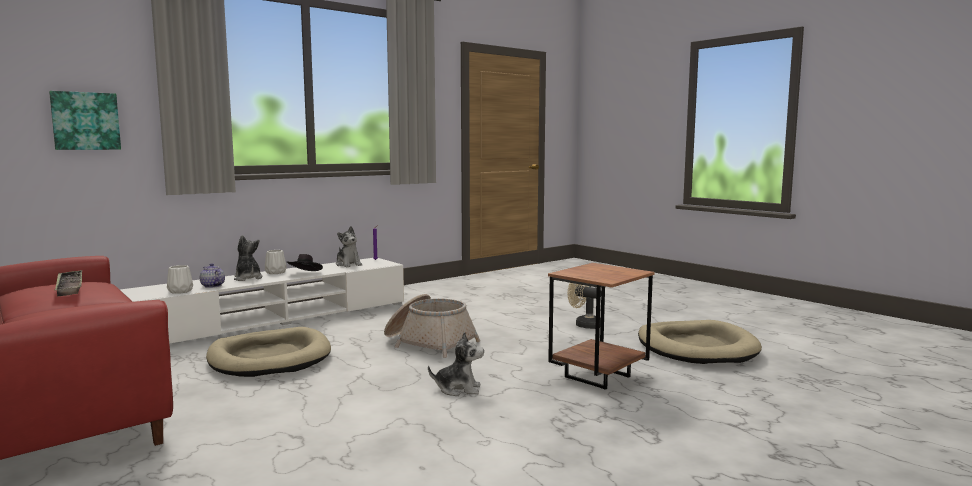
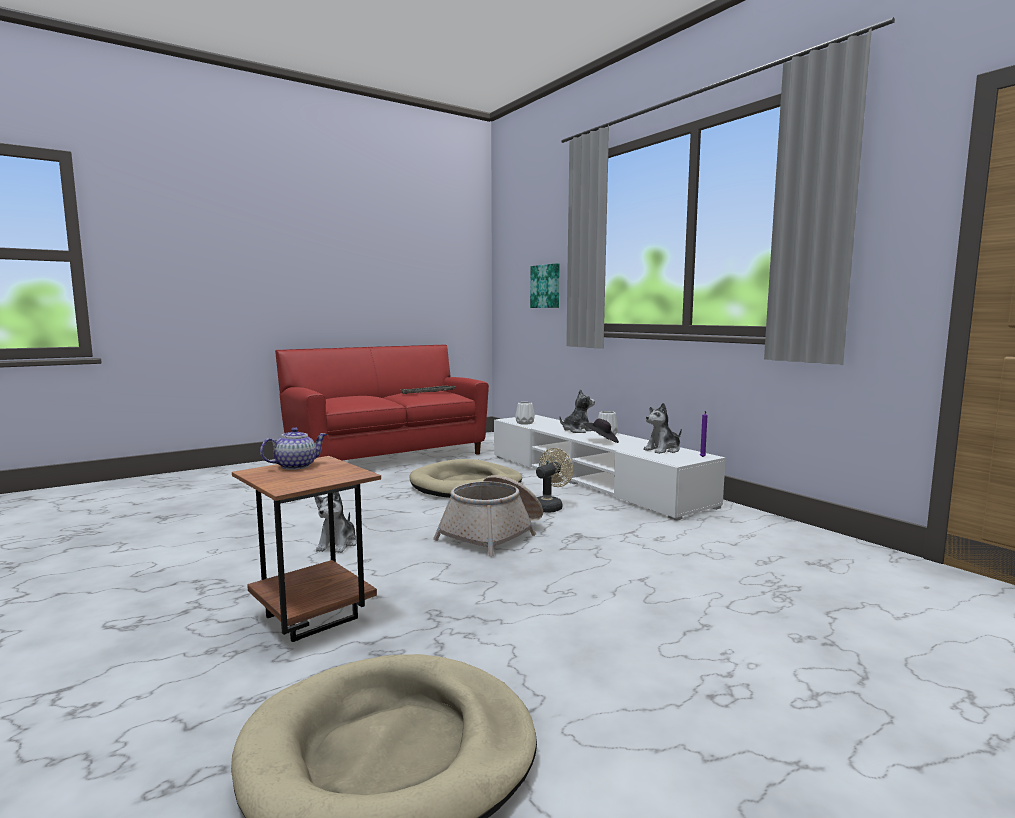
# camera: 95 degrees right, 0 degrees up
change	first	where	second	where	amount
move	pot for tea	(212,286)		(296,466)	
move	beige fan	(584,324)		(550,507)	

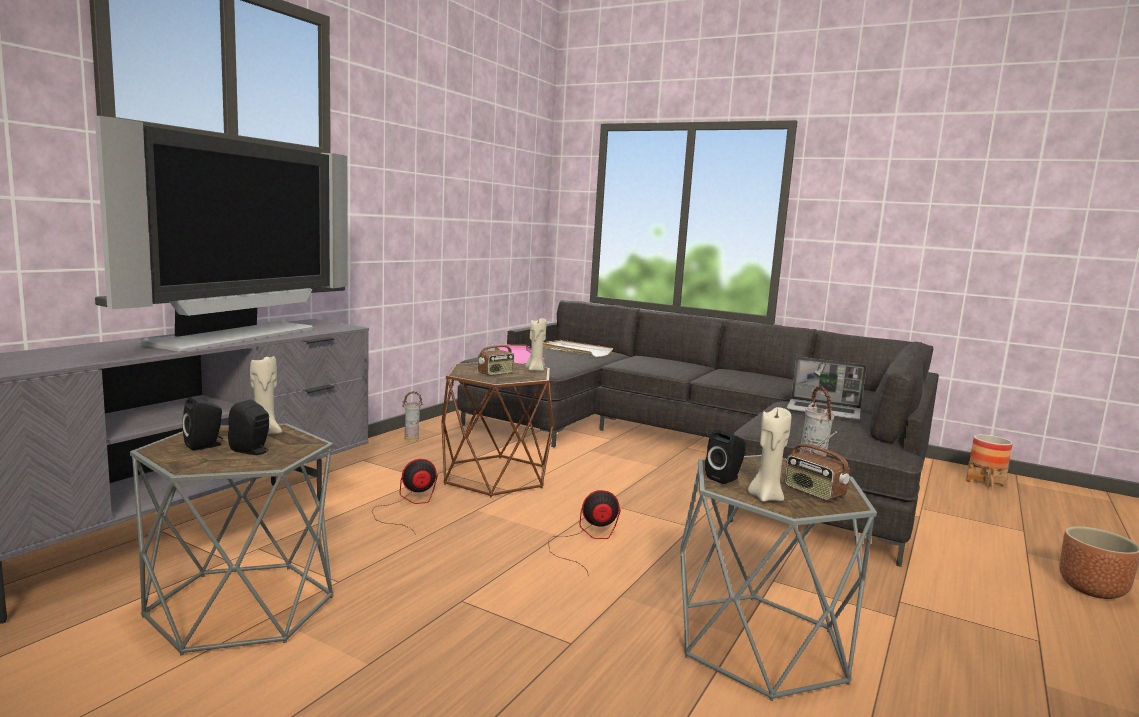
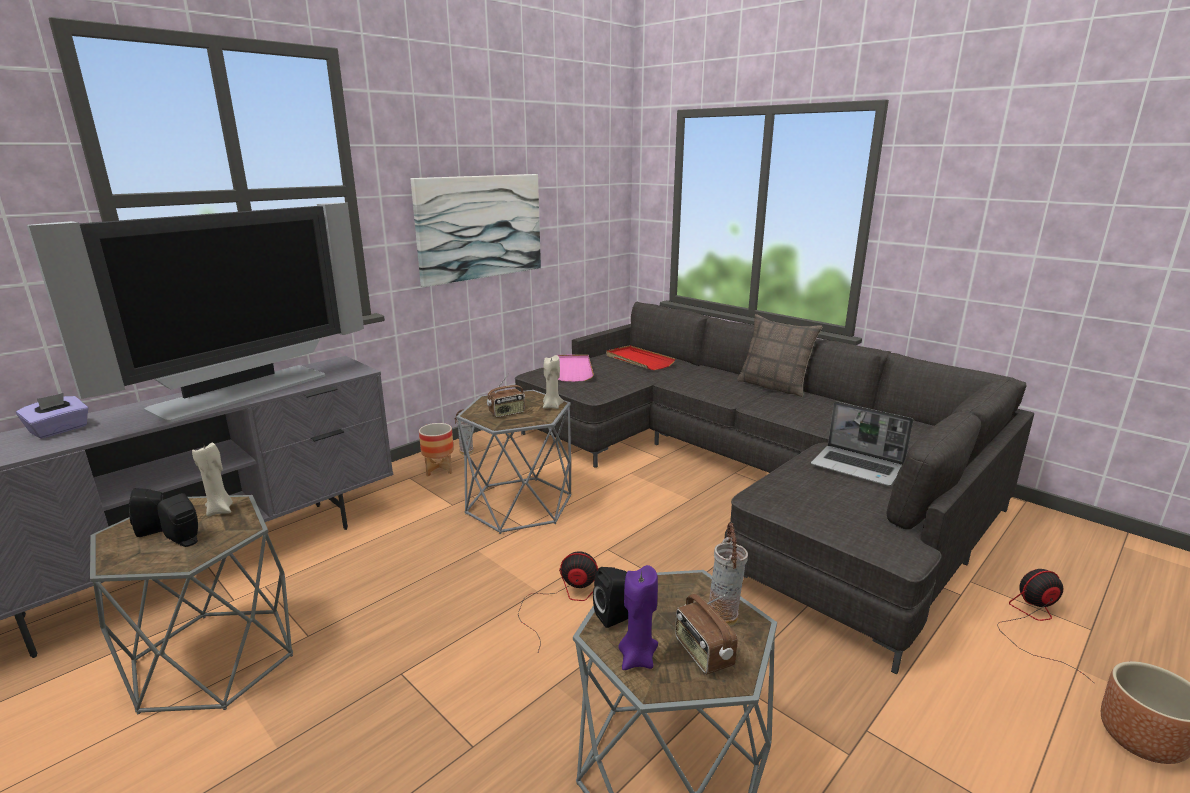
# camera: 15 degrees right, 10 degrees up
change	first	where	second	where	amount
move	fan	(409,505)		(1033,622)	
recolor	brown end table	(496,476)	greyish end table	(519,505)	
recolor	white-coloured tray	(575,351)	reddish tray	(638,360)	
recolor	beige candle	(765,497)	purple-coloured candle	(637,658)	
move	flower pot	(985,484)		(439,469)	
insert			purple-coloured tissue box	(60,430)	
insert			wall art	(480,227)	
insert			cushion	(774,386)	

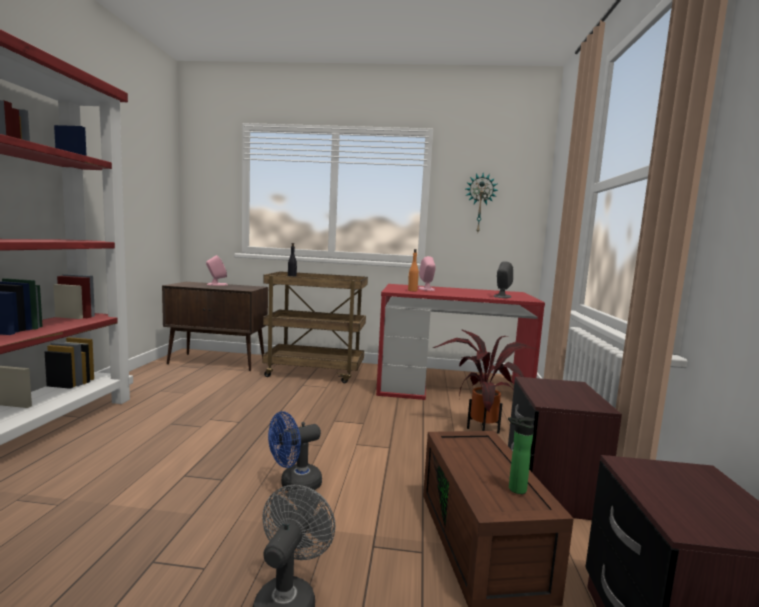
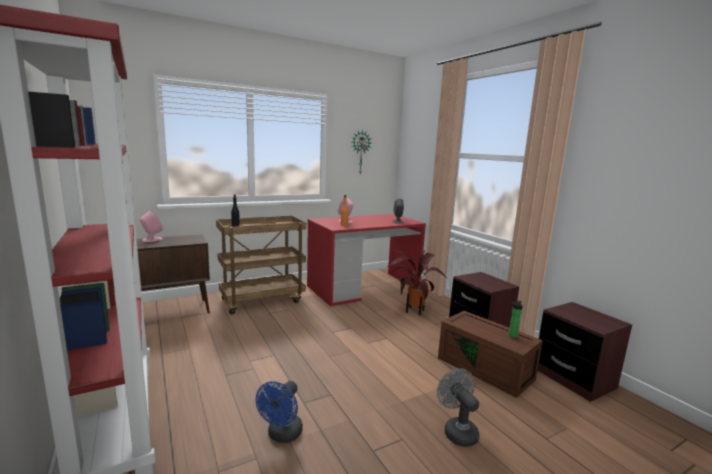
# camera: 35 degrees left, 5 degrees up
change	first	where	second	where	amount
move	blue-coloured fan	(294,485)		(282,435)	

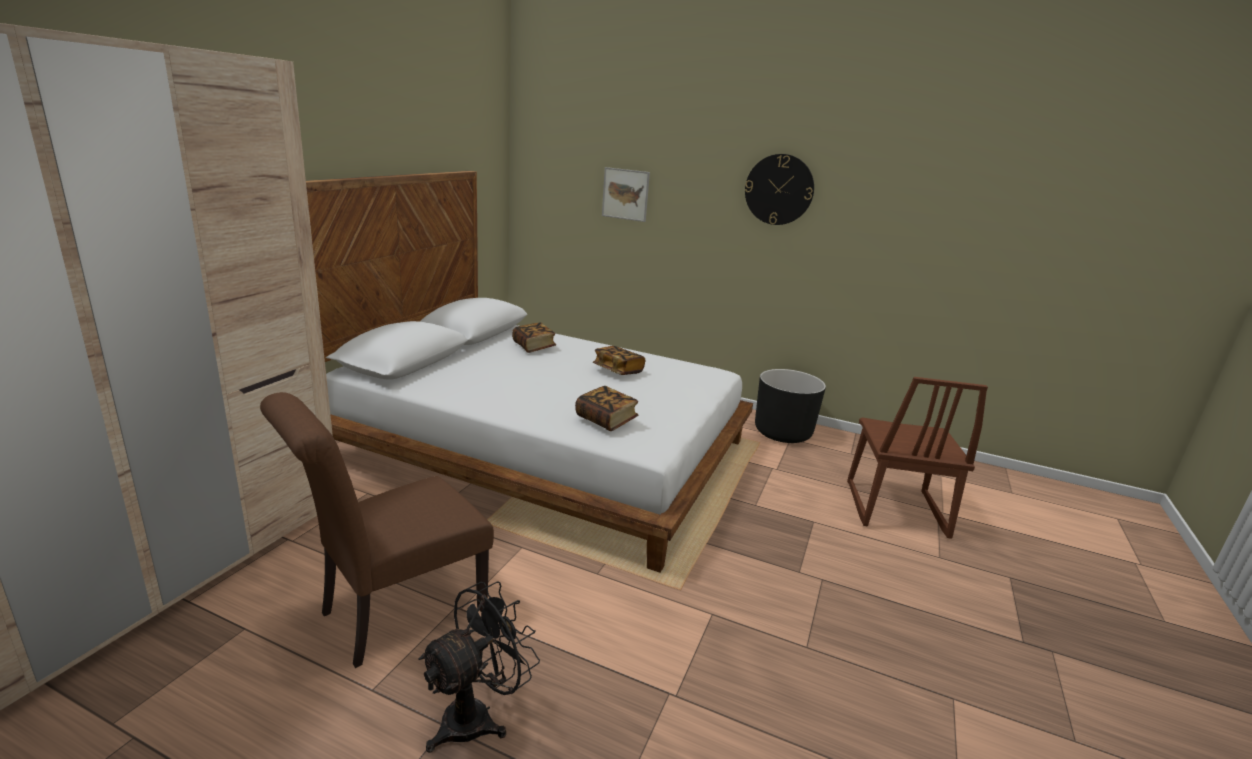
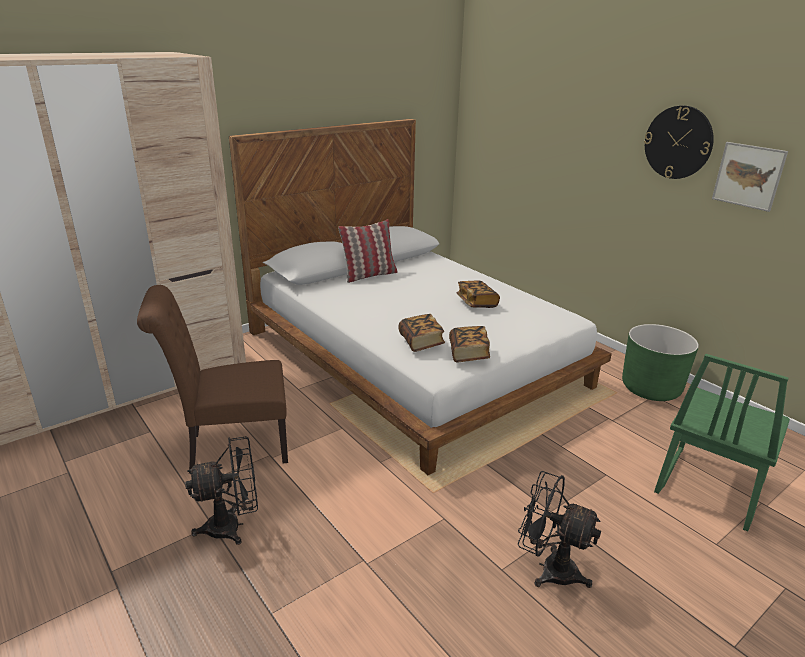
# camera: 30 degrees right, 5 degrees up
change	first	where	second	where	amount
move	book	(534,347)		(468,353)	
move	wall art	(625,194)		(748,176)	
recolor	blackish flower pot	(782,432)	green-coloured flower pot	(651,388)	
recolor	brown chair	(894,509)	green-coloured chair	(708,487)	
insert			cushion	(369,275)	
insert			blackish fan	(549,568)	

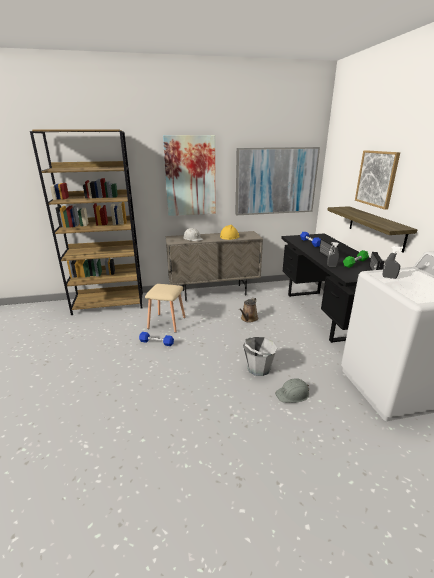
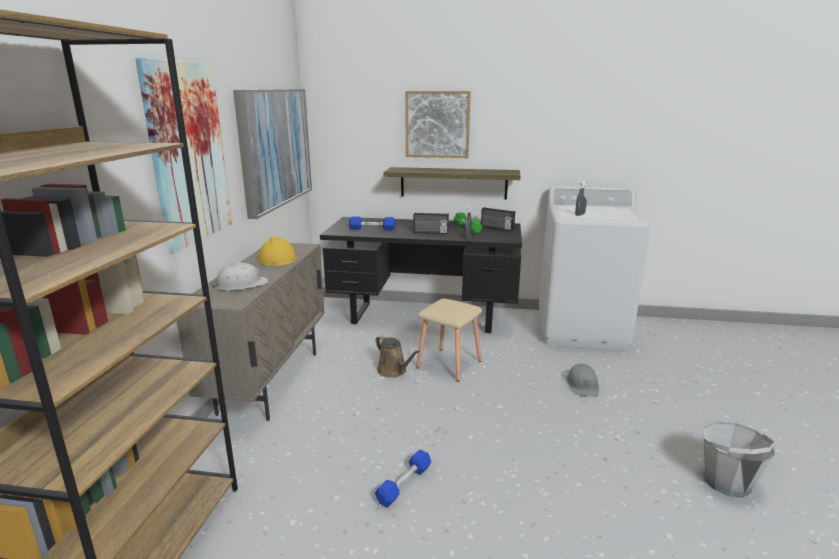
# camera: 70 degrees left, 5 degrees down
change	first	where	second	where	amount
move	beige stool seat	(166,322)		(448,364)	
move	greyish bucket	(258,368)		(727,482)	

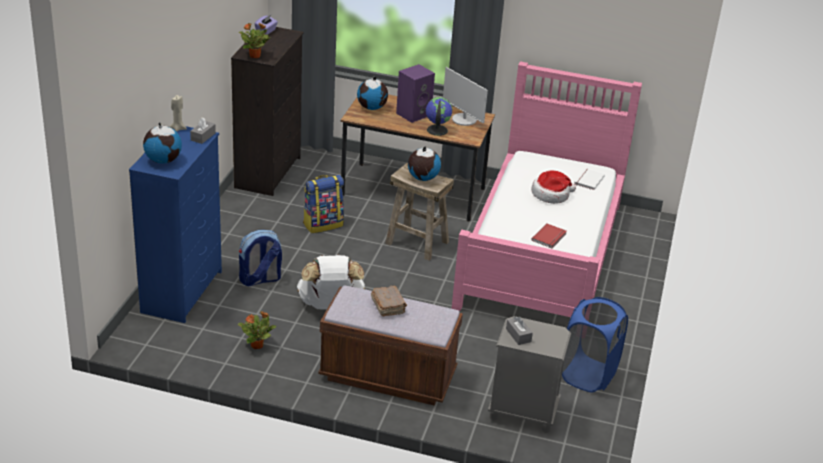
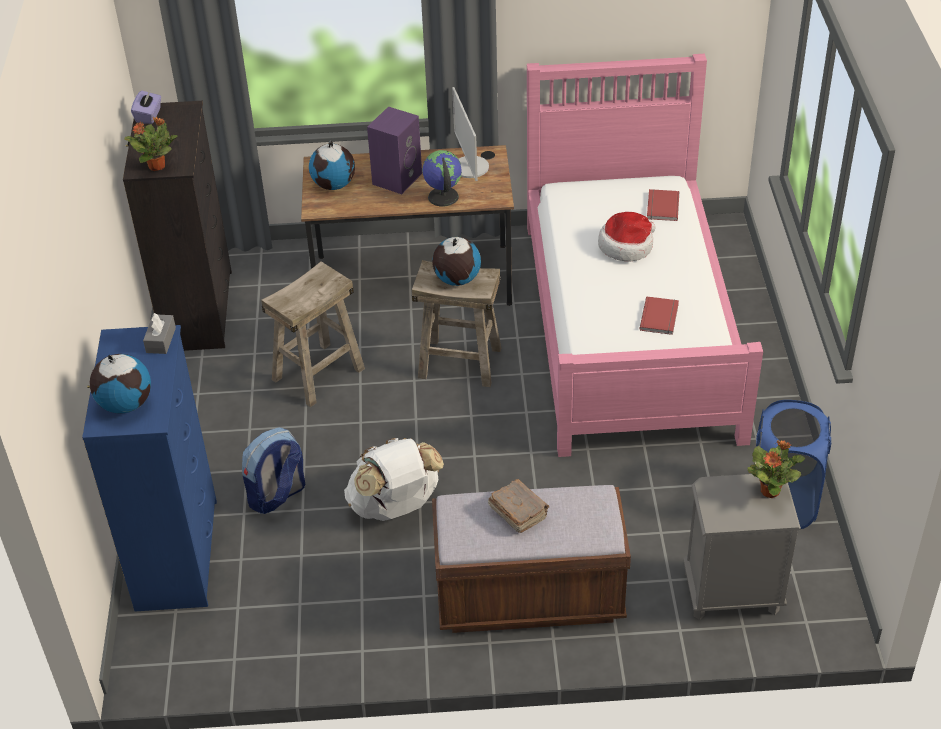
# camera: 15 degrees left, 10 degrees up
change	first	where	second	where	amount
delete	beige candle	(178,128)			
move	houseplant	(257,345)		(770,490)	
replace	rucksack	(323,224)	beige stool seat	(318,373)	
rotate	monitor	(464,120)		(470,167)	45 degrees clockwise
delete	greyish tissue box	(518,335)			
recolor	white-coloured book	(588,180)	reddish book	(661,207)	

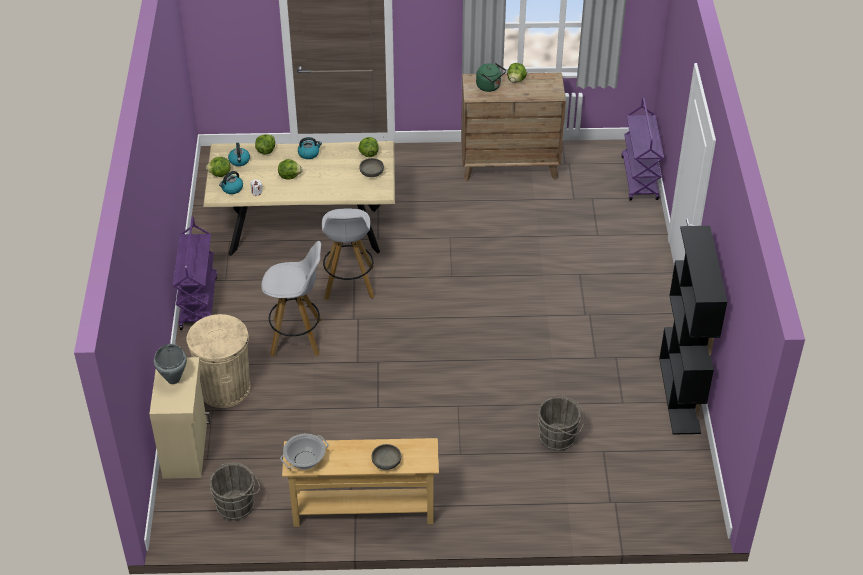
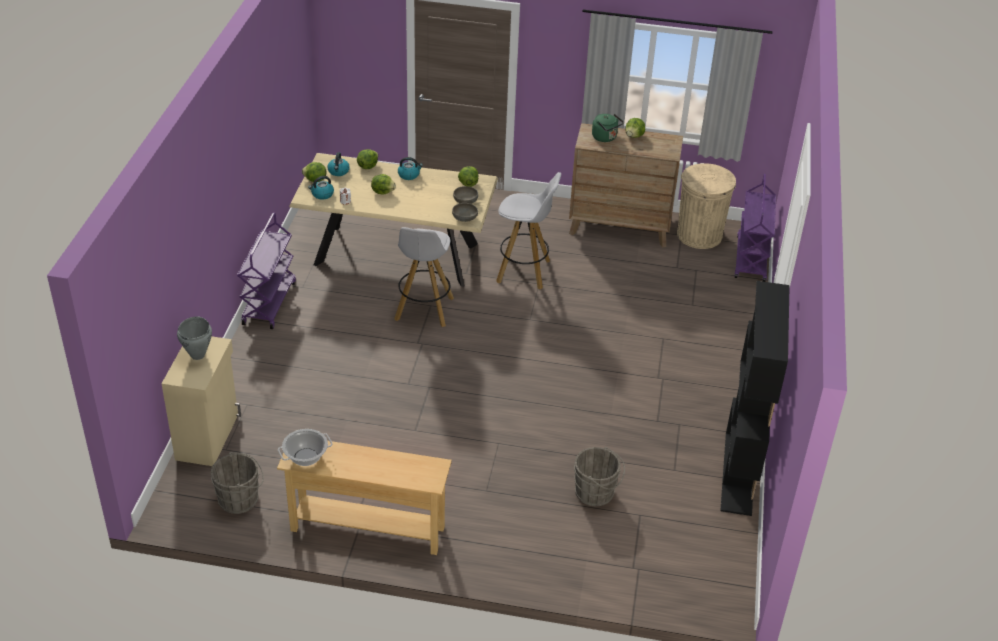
# camera: 10 degrees right, 5 degrees down
change	first	where	second	where	amount
move	beige trash can	(225,388)		(699,235)	
move	white-coloured stool seat	(297,337)		(524,272)	
move	greyish bowl	(386,462)		(464,218)	

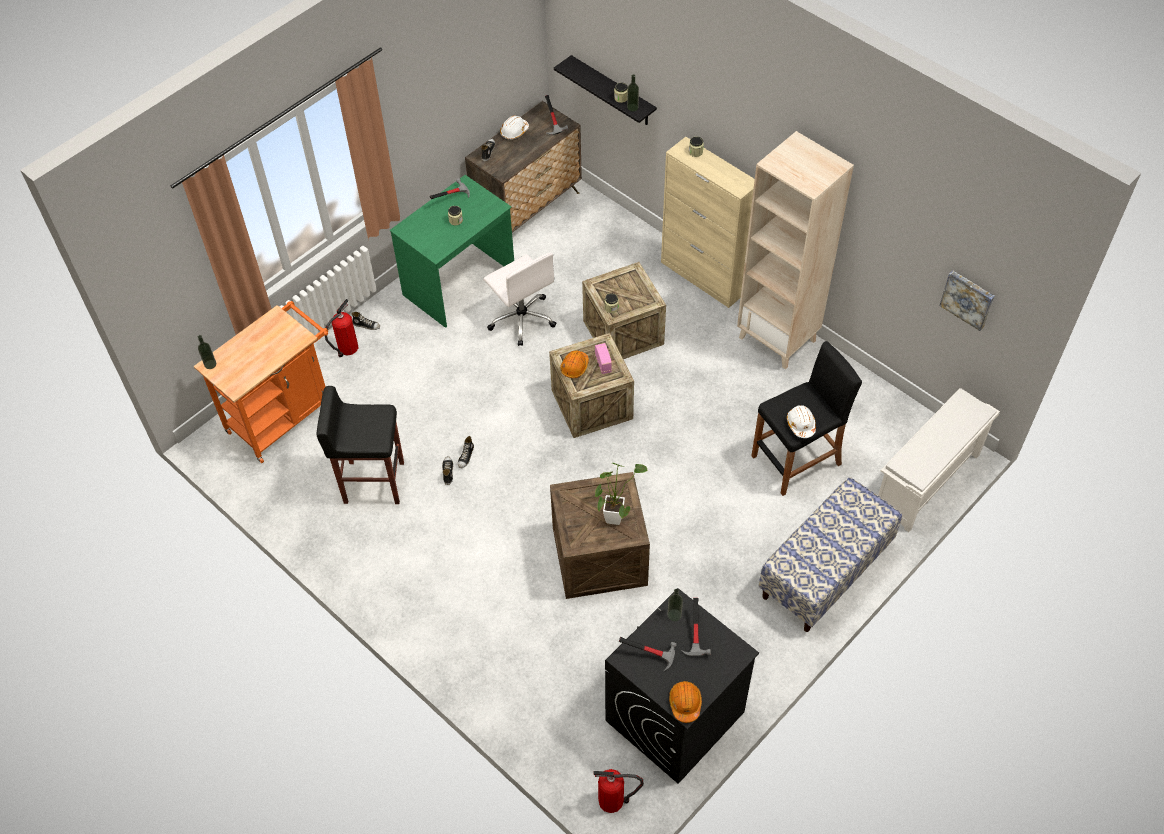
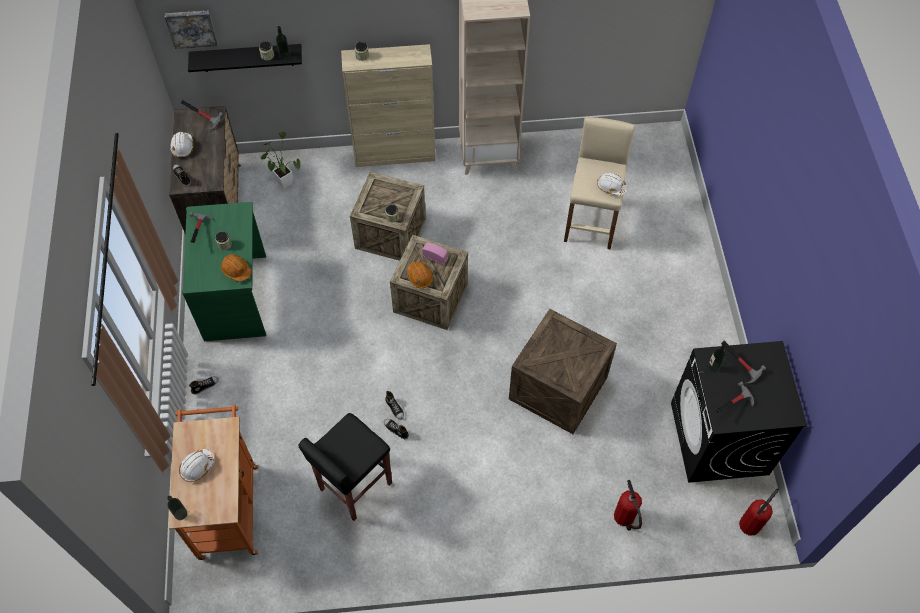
# camera: 50 degrees left, 5 degrees up
change	first	where	second	where	amount
move	extinguisher	(347,349)		(625,518)	
delete	white-coloured desk chair	(522,318)			
move	houseplant	(614,515)		(283,181)	
move	orangey safety helmet	(685,703)		(236,270)	
recolor	blackish stool seat	(797,460)	beige stool seat	(591,220)	
delete	long seat	(825,572)			
delete	white-coloured shoe rack	(927,482)			
move	wall art	(968,299)		(191,28)	
insert			white-coloured safety helmet	(197,467)	

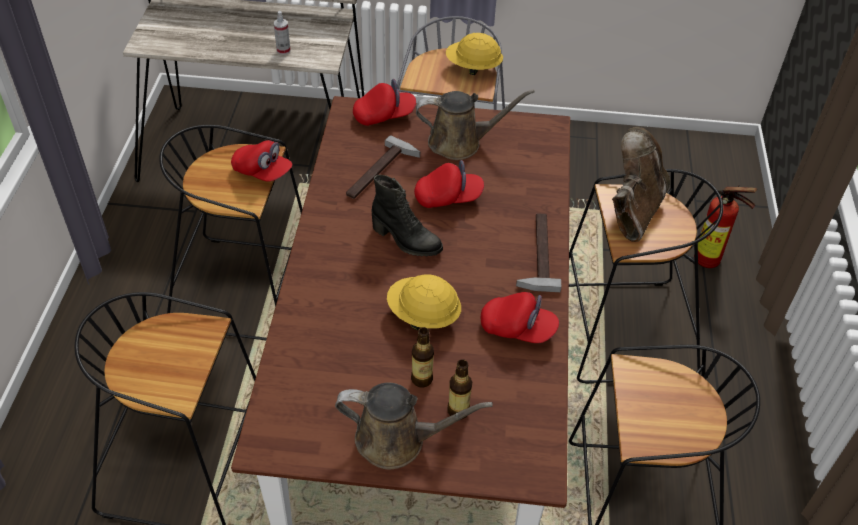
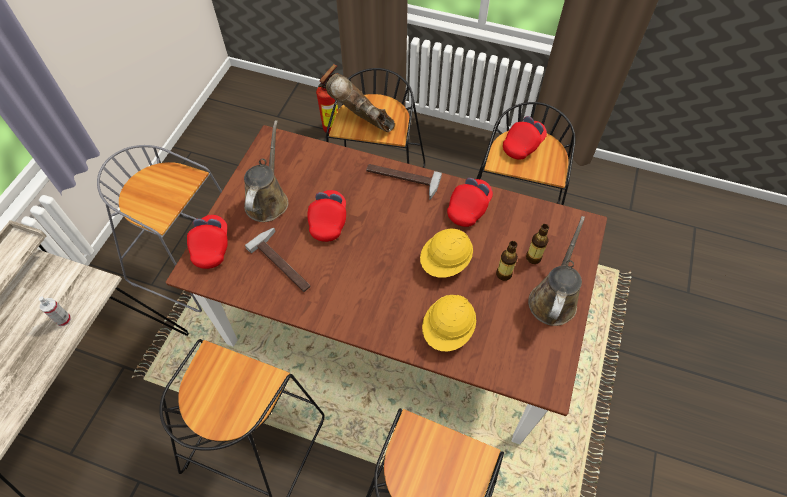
# camera: 75 degrees left, 10 degrees up
change	first	where	second	where	amount
move	reddish cap	(262,172)		(523,145)	
delete	blackish boot	(406,240)			
move	yellowish safety helmet	(473,68)		(448,330)	

